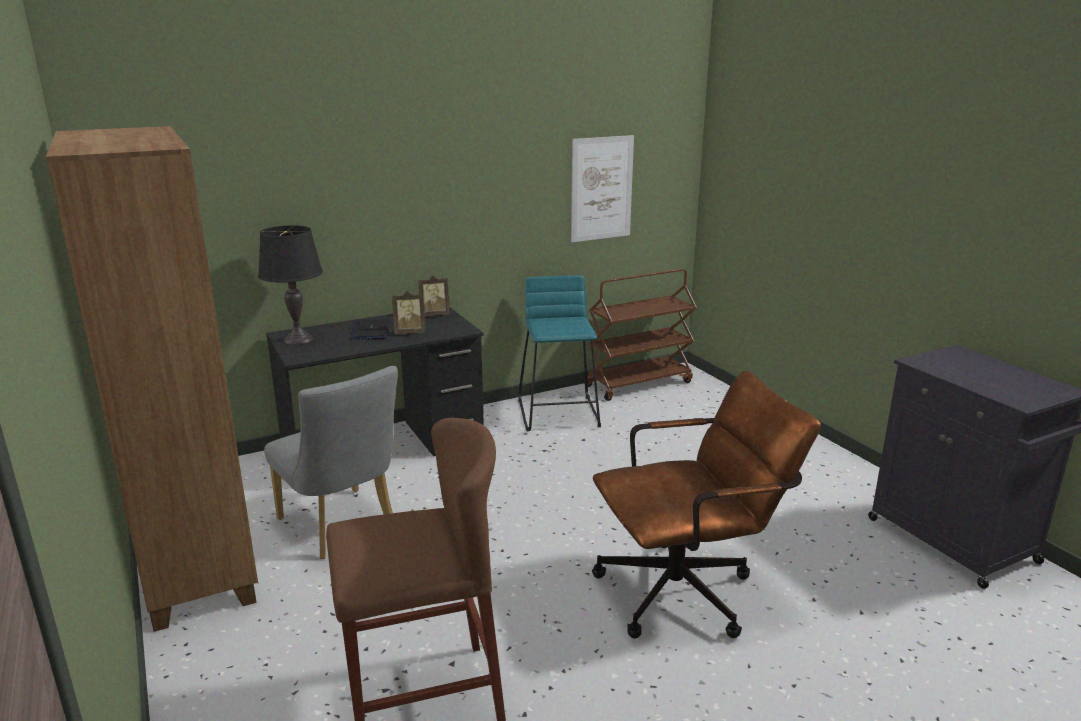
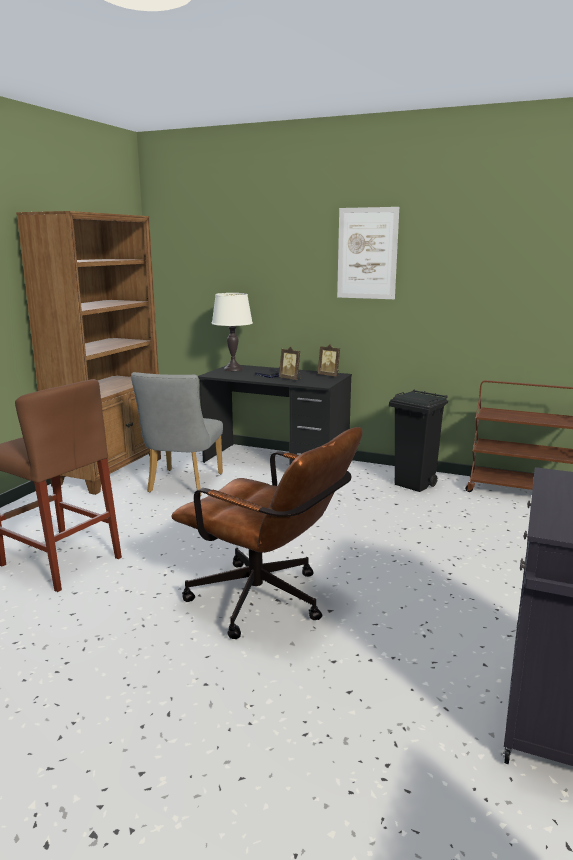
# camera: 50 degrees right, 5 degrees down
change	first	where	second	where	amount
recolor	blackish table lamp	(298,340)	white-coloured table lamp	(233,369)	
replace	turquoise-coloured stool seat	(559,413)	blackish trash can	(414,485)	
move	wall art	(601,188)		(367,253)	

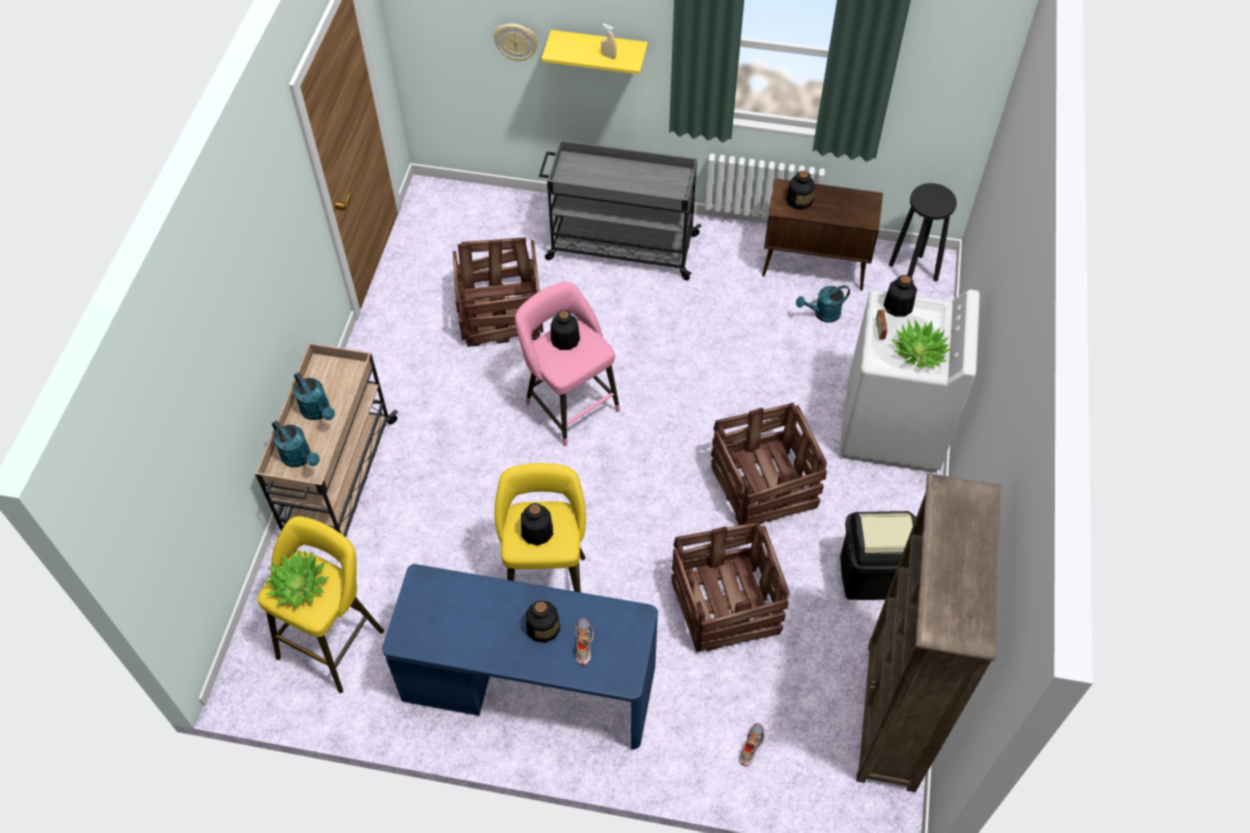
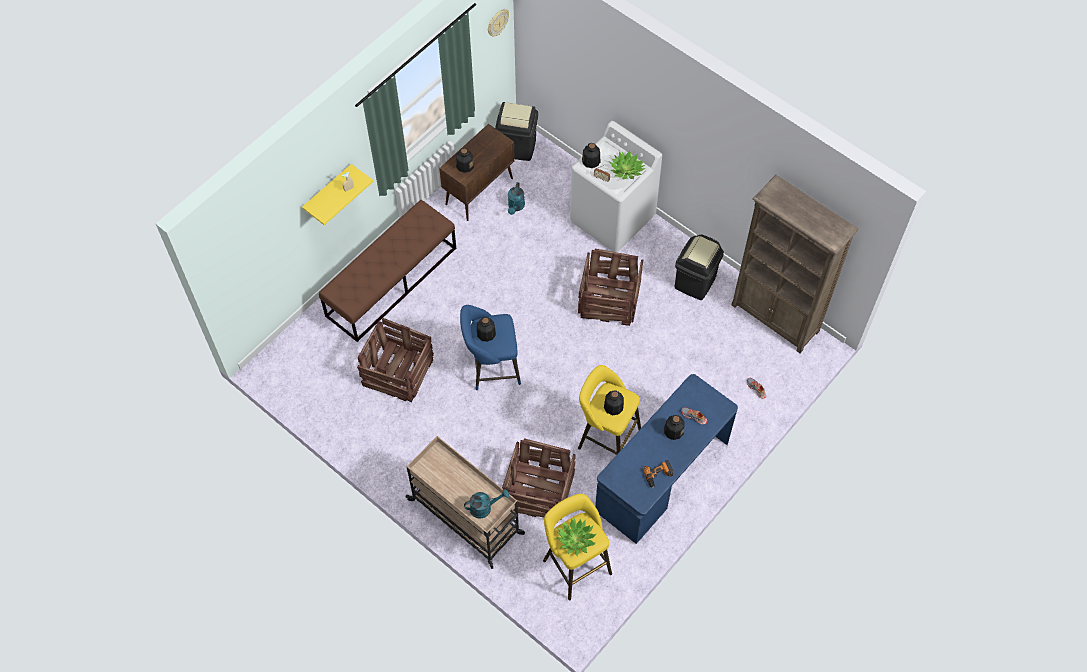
# camera: 60 degrees left, 5 degrees up
change	first	where	second	where	amount
delete	turquoise-coloured watering pot	(318,412)			
move	clock on the wall	(516,41)		(497,22)	
recolor	pink stool seat	(569,403)	blue-coloured stool seat	(491,367)	
replace	greyish cart	(620,247)	brown long seat	(392,281)	
move	packing crate	(725,605)		(539,491)	
replace	blackish stool seat	(913,272)	blackish trash can	(517,147)	
insert			electric drill	(658,475)	

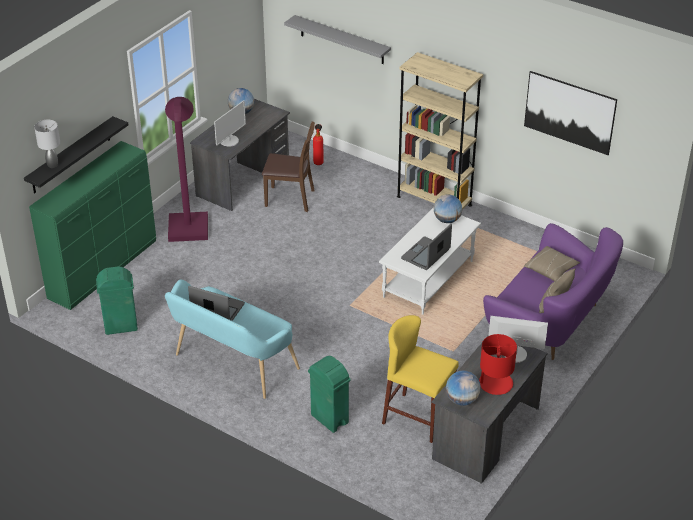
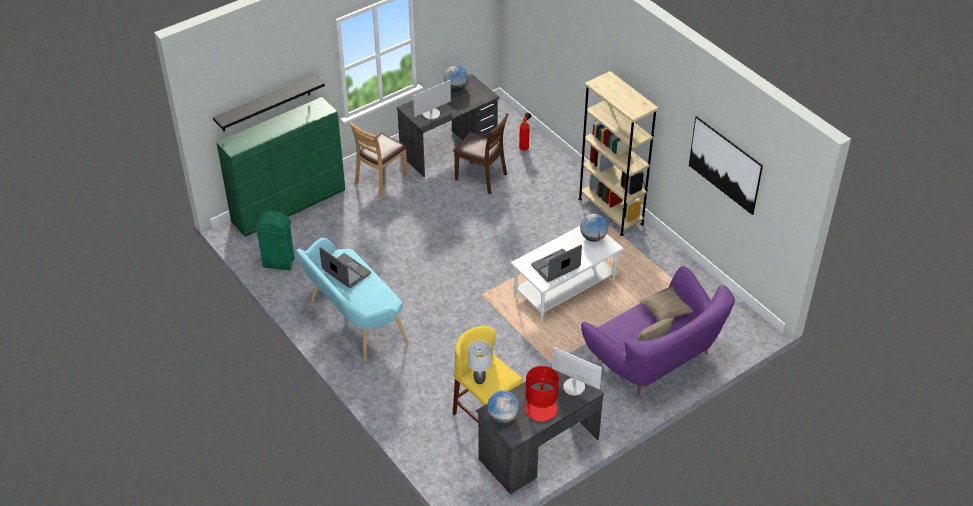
# camera: 20 degrees right, 5 degrees up
change	first	where	second	where	amount
move	greyish table lamp	(52,165)		(479,380)	
replace	purple-coloured standard lamp	(188,223)	brown chair	(381,180)	
delete	greyish shelf	(342,40)			
delete	green-coloured trash can	(329,419)			

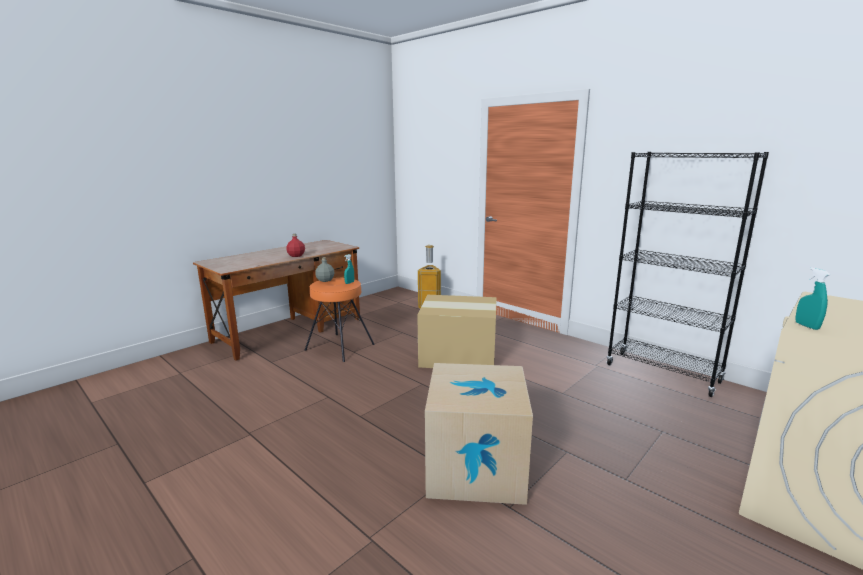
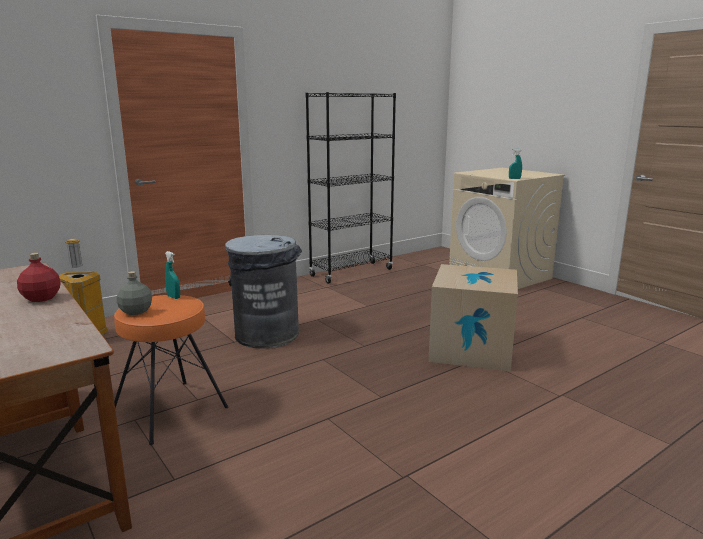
# camera: 80 degrees left, 0 degrees up
change	first	where	second	where	amount
replace	cardboard box	(459,356)	greyish trash can	(266,335)	

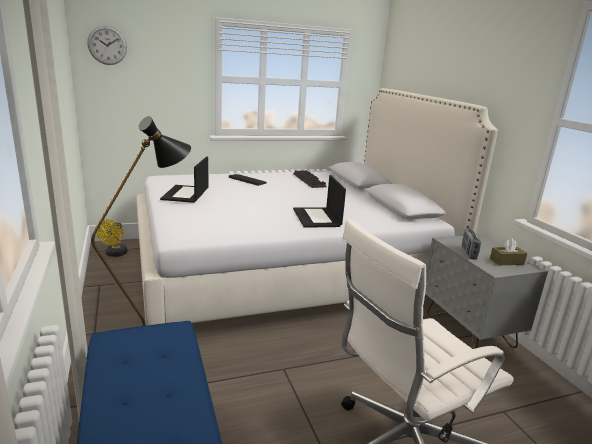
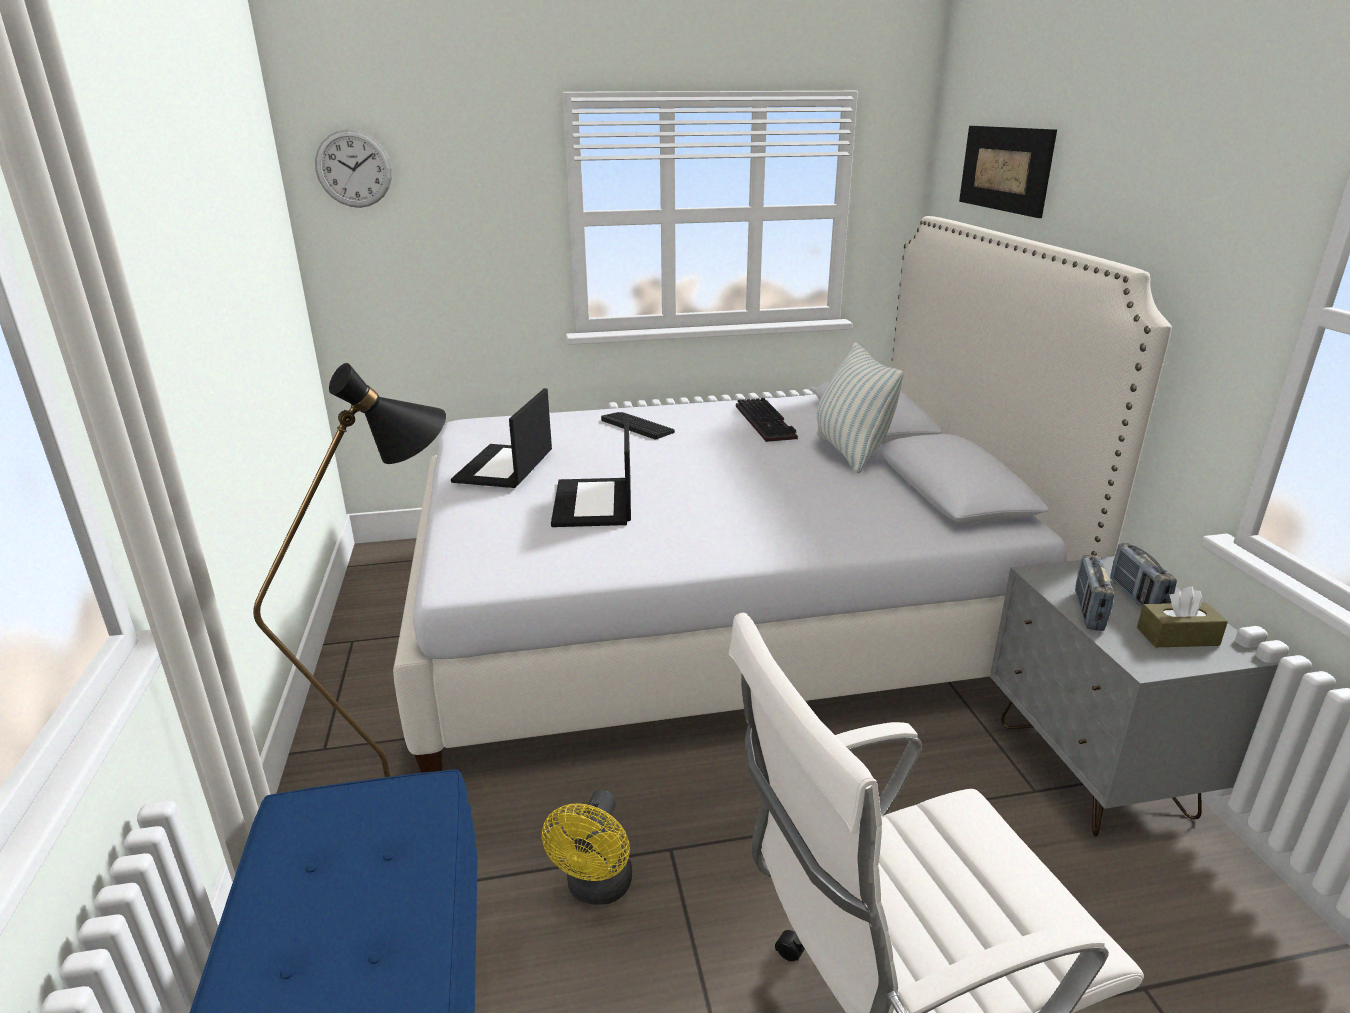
# camera: 10 degrees right, 5 degrees up
change	first	where	second	where	amount
move	yellowish fan	(115,254)		(596,889)	
move	laptop	(317,218)		(594,503)	
insert			cushion	(850,452)	
insert			wall art	(1005,169)	
insert			radio receiver	(1136,598)	

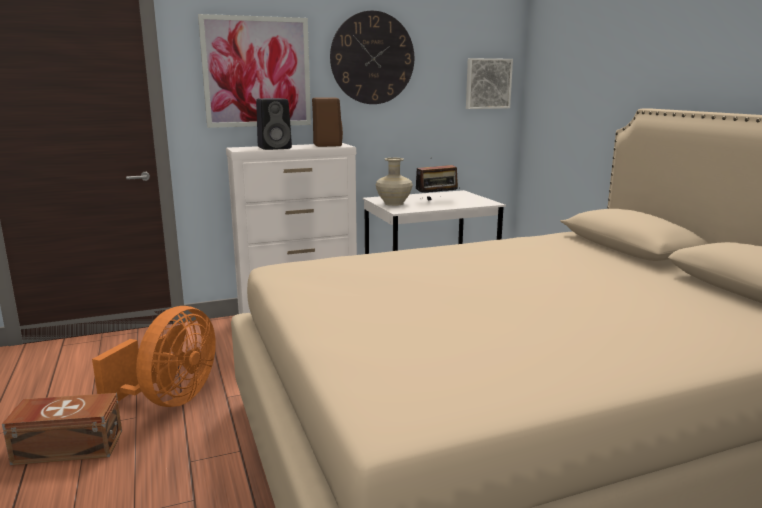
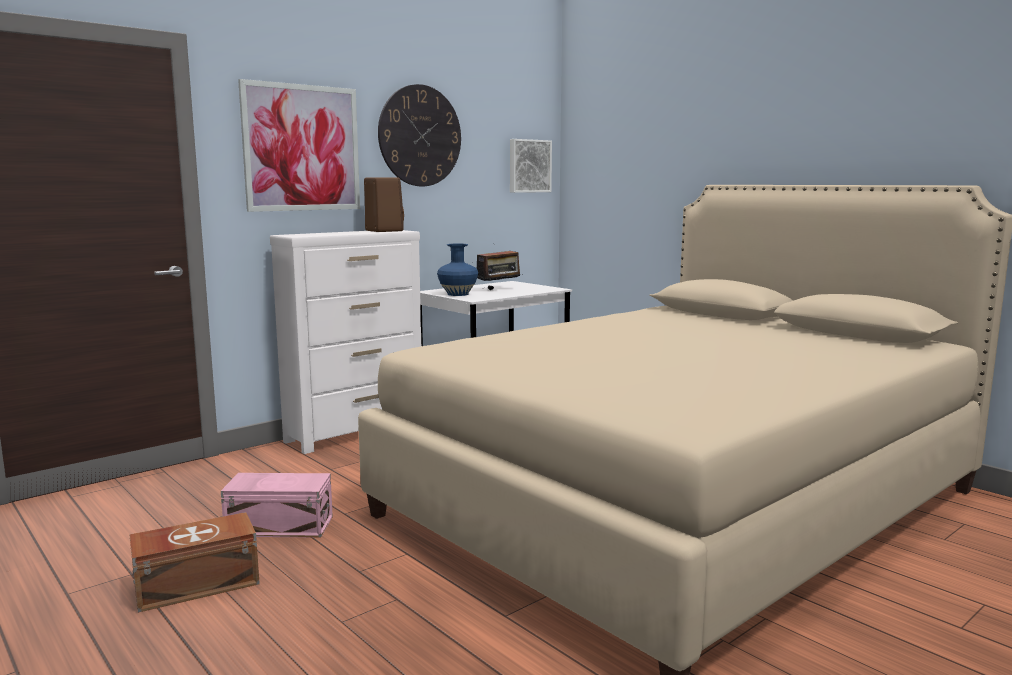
# camera: 20 degrees left, 5 degrees down
change	first	where	second	where	amount
replace	orangey fan	(170,399)	pink storage bin	(278,525)	
delete	blackish audio speaker	(275,148)			
recolor	beige decorative vase	(393,203)	blue-coloured decorative vase	(457,294)	

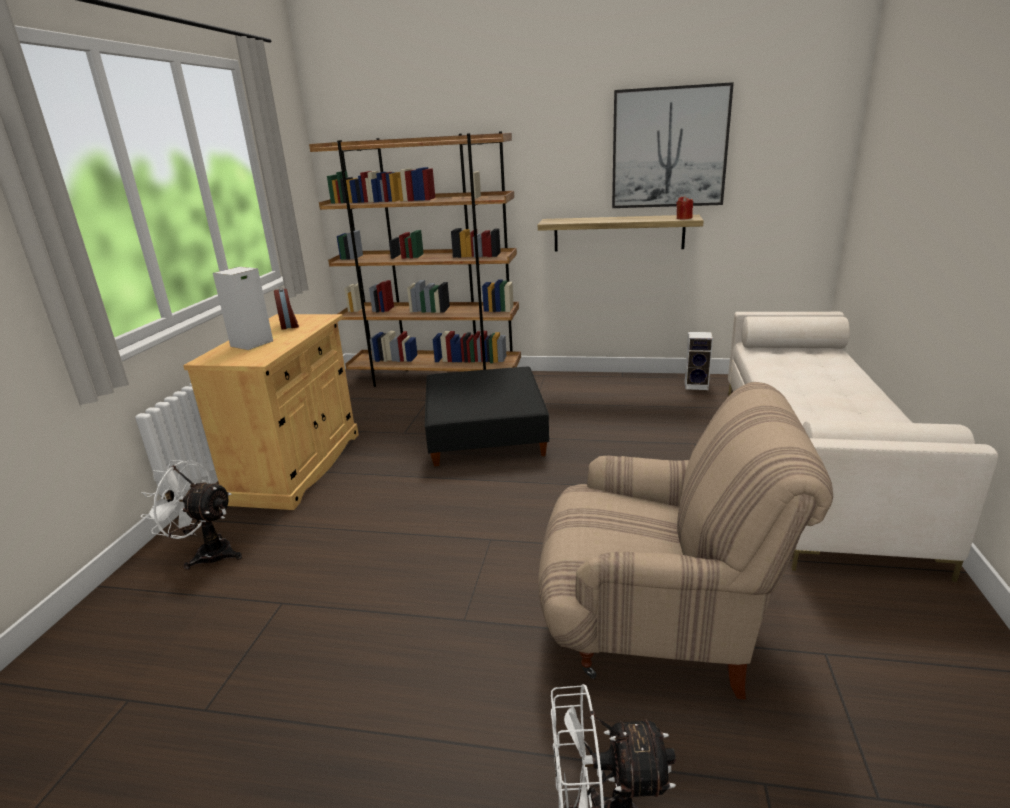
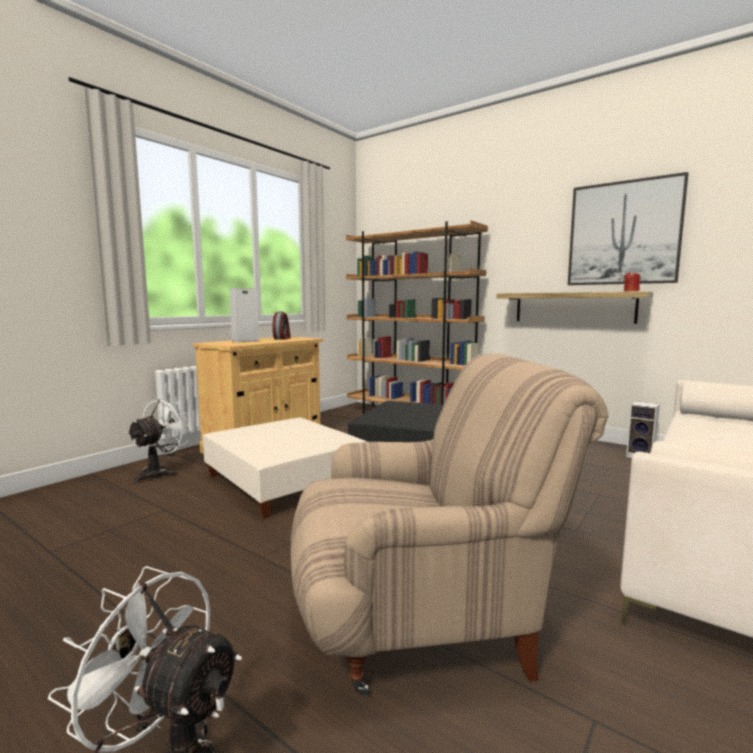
# camera: 25 degrees right, 15 degrees down
change	first	where	second	where	amount
rotate	white-coloured fan	(207,553)		(160,473)	75 degrees clockwise
rotate	beige easy chair	(659,622)		(422,617)	45 degrees counterclockwise
insert			beige pouffe	(285,481)	

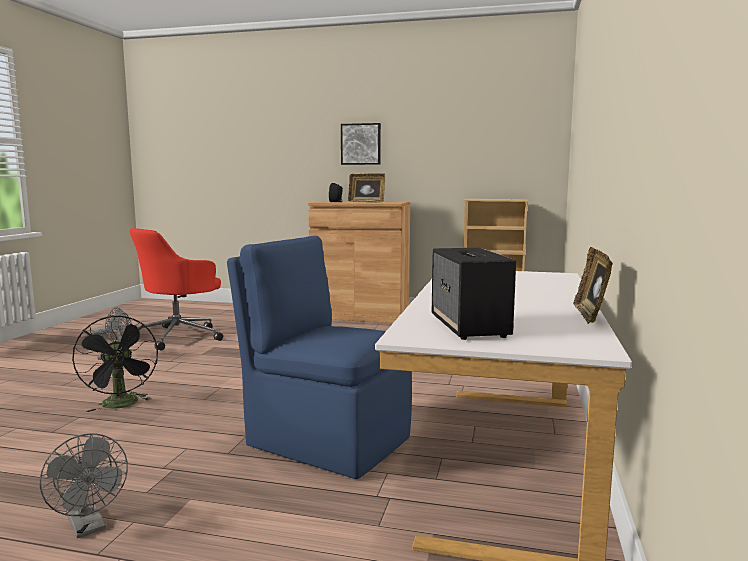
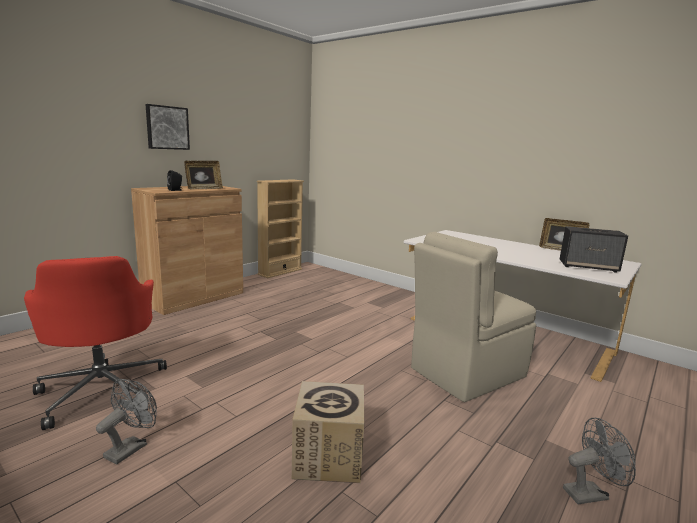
# camera: 65 degrees left, 5 degrees up
change	first	where	second	where	amount
replace	blackish fan	(122,405)	cardboard box	(328,456)	
recolor	blue-coloured chair	(325,440)	beige chair	(465,373)	

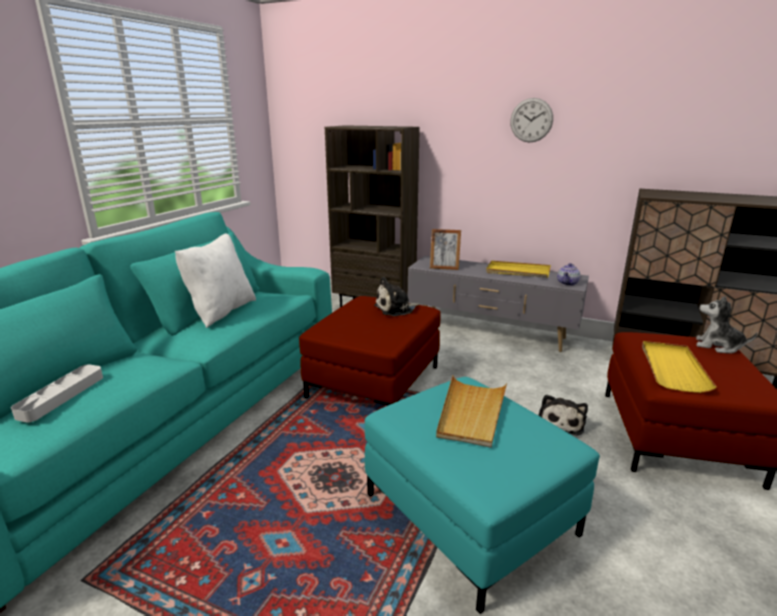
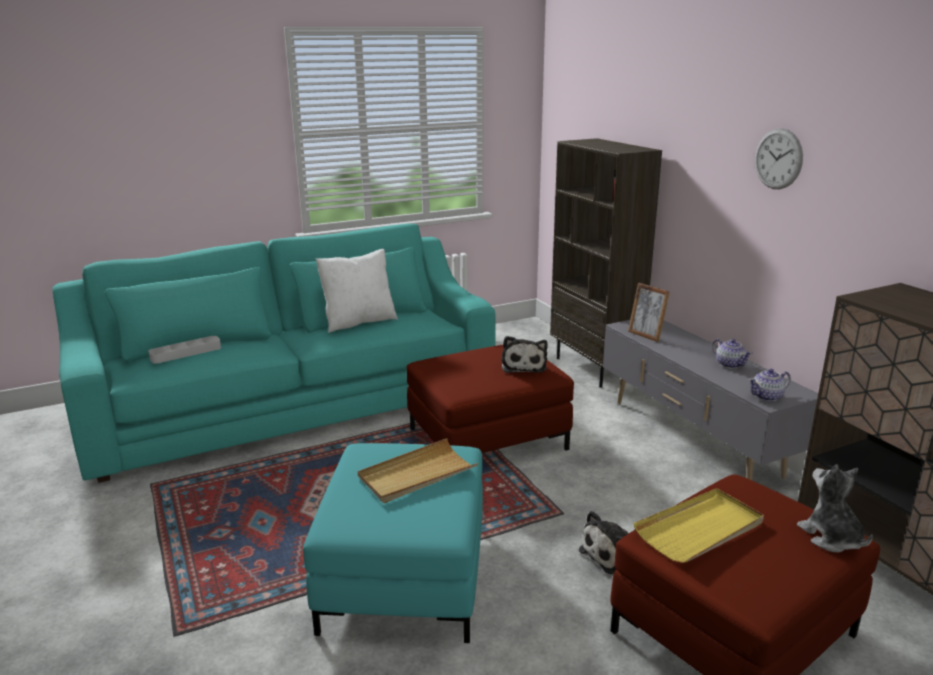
# camera: 40 degrees right, 0 degrees up
change	first	where	second	where	amount
rotate	plush toy	(396,309)		(523,365)	105 degrees counterclockwise
replace	yellowish tray	(517,272)	pot for tea	(729,364)	

